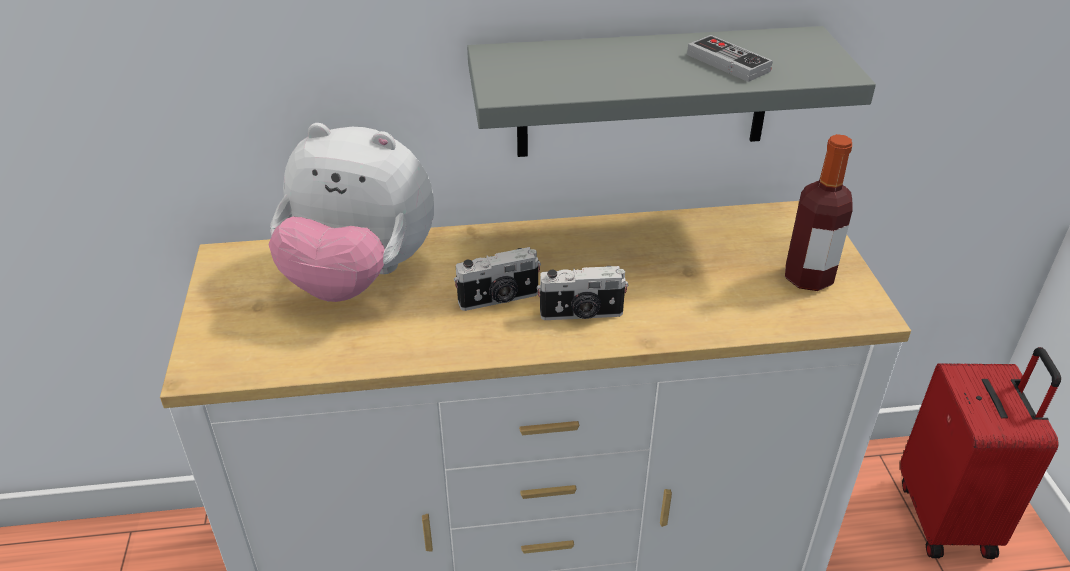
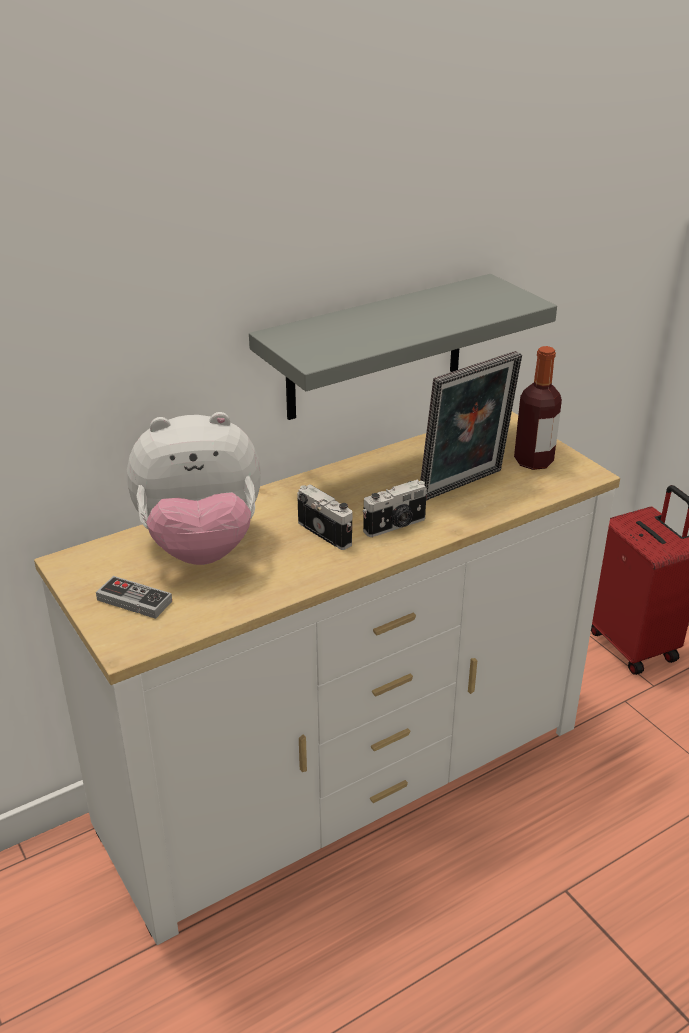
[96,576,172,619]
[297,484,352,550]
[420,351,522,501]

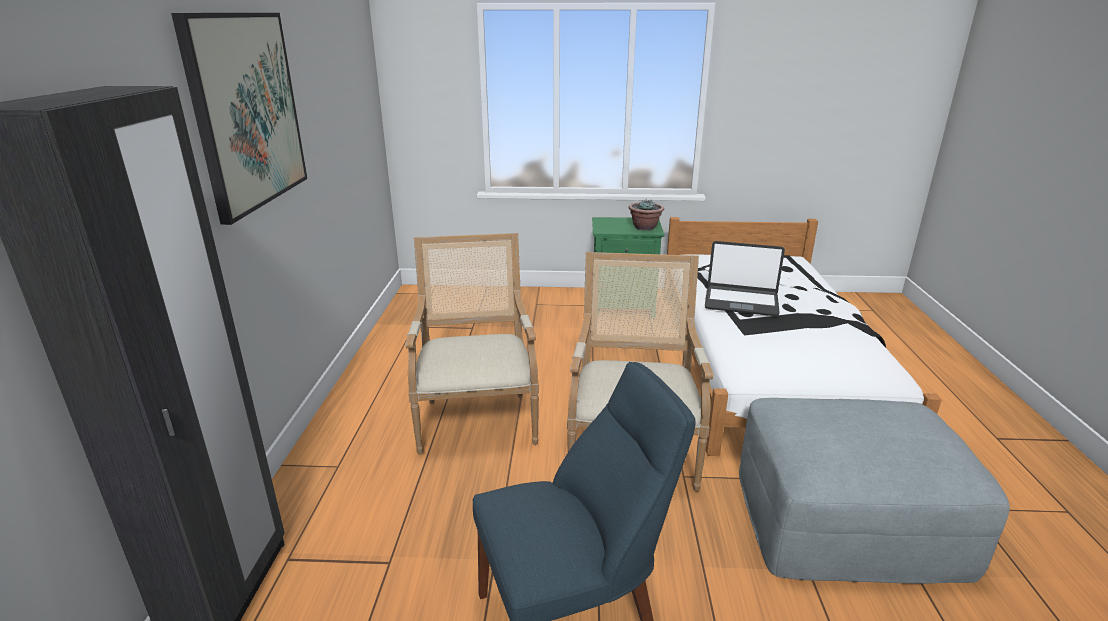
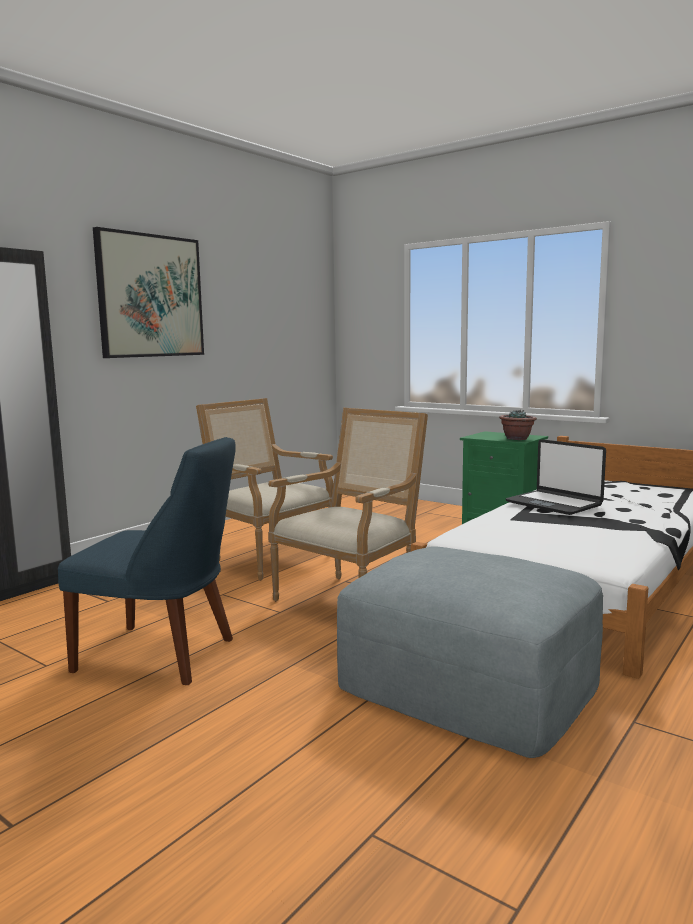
[196,398,334,581]

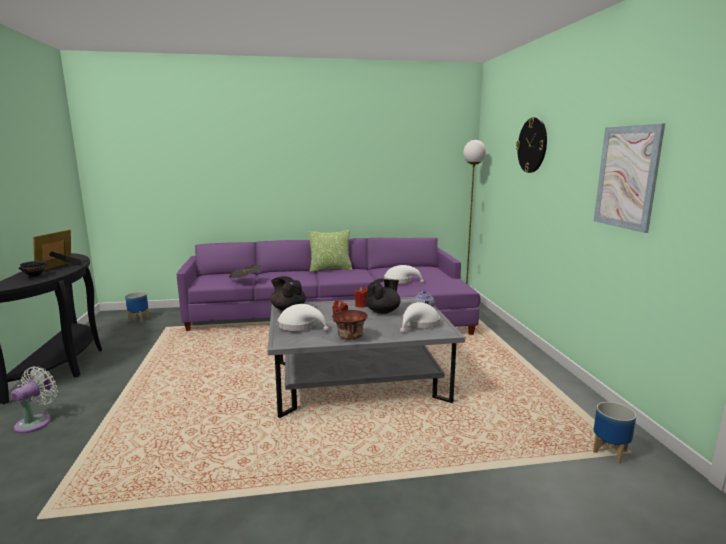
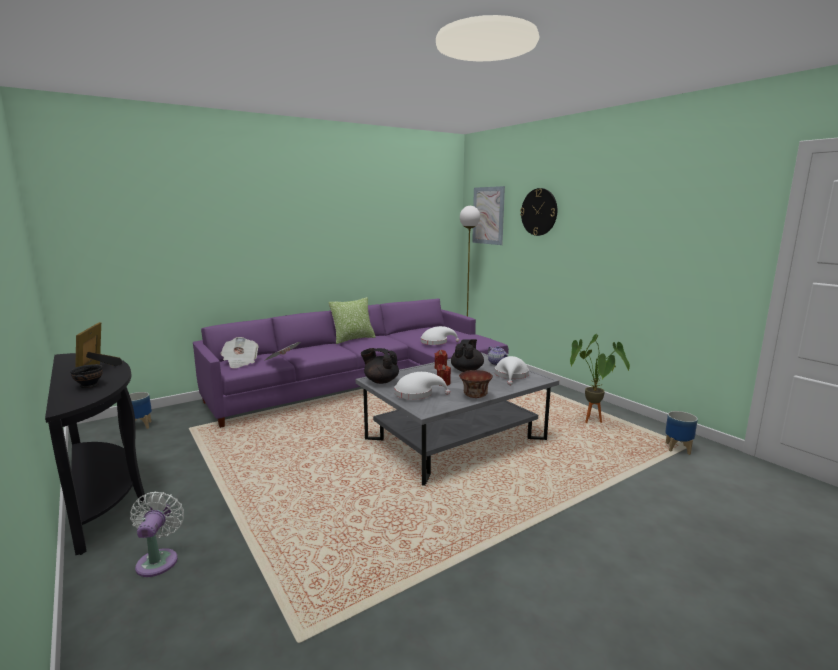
[472,186,505,245]
[570,334,630,423]
[221,337,259,368]

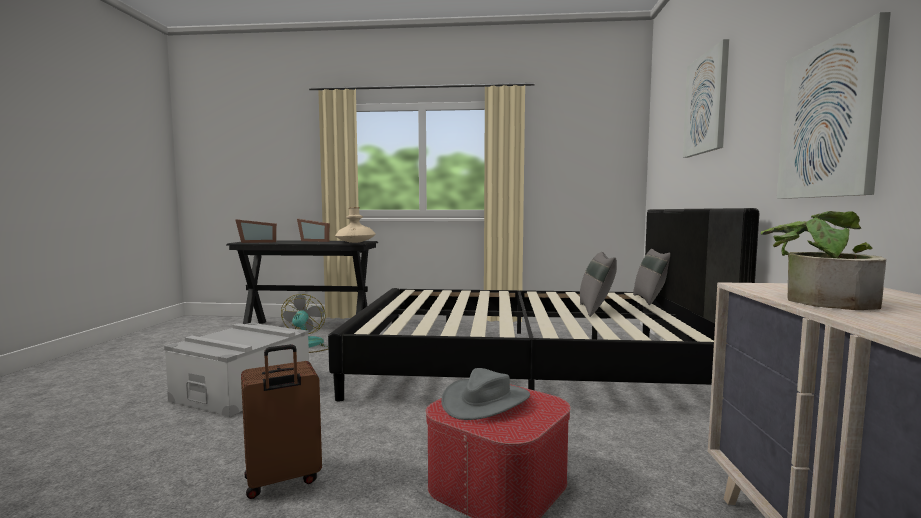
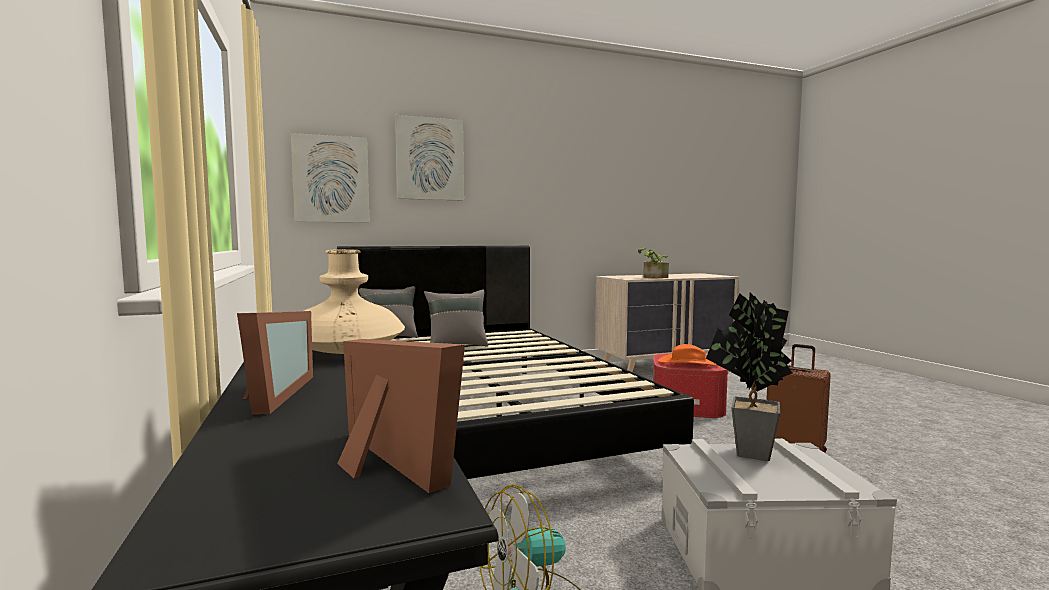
[291,133,370,222]
[658,344,719,366]
[706,292,792,461]

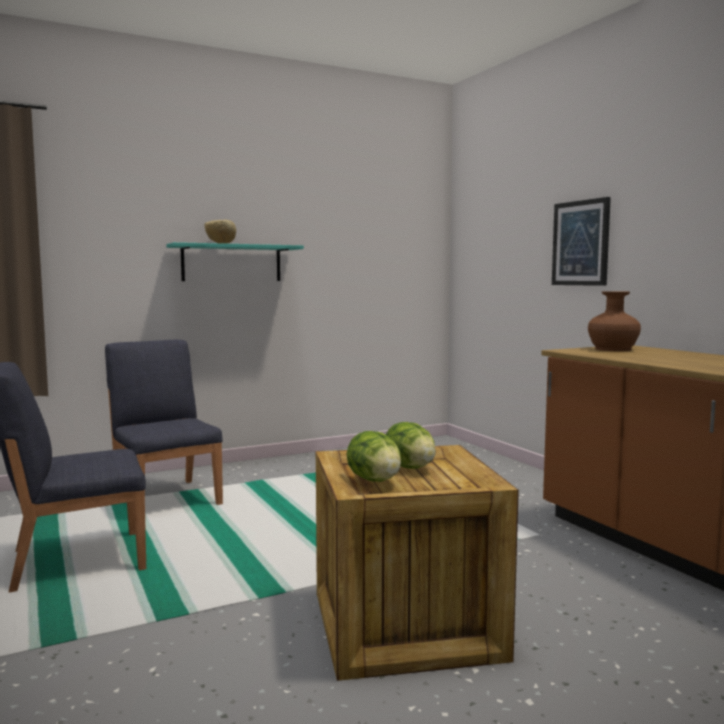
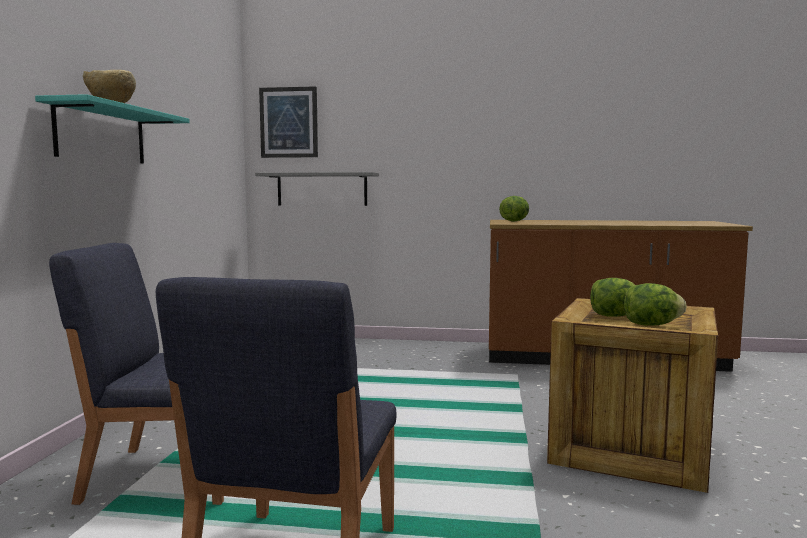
[259,86,318,158]
[499,196,529,222]
[255,172,379,206]

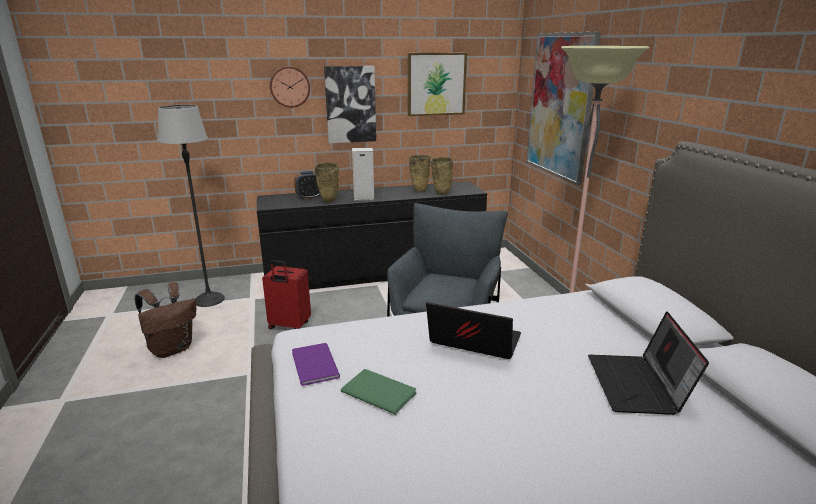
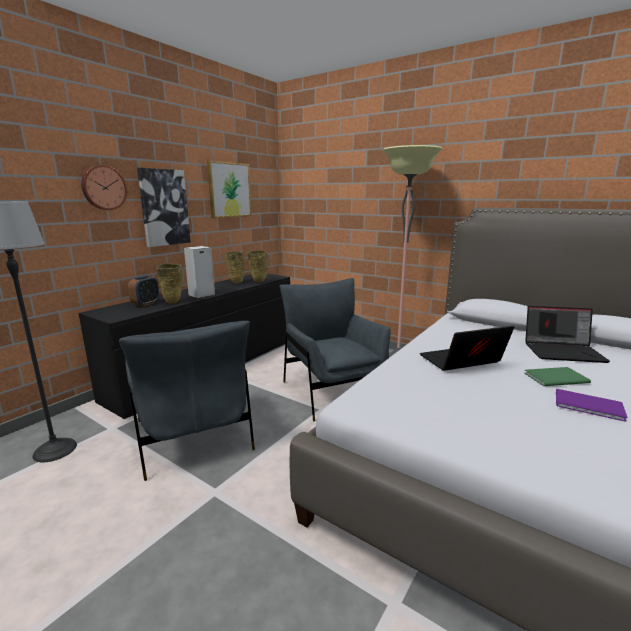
[526,32,601,186] (first image)
[119,321,255,481]
[135,282,196,358] (first image)
[525,306,610,363]
[556,389,627,422]
[524,367,591,386]

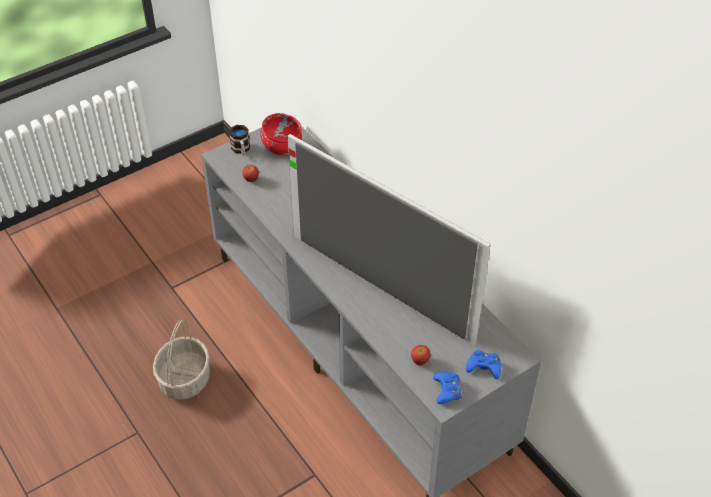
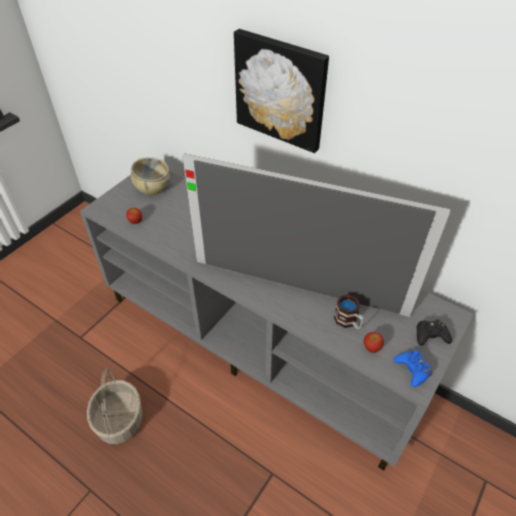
[131,157,170,195]
[334,294,364,330]
[417,320,452,346]
[234,29,329,153]

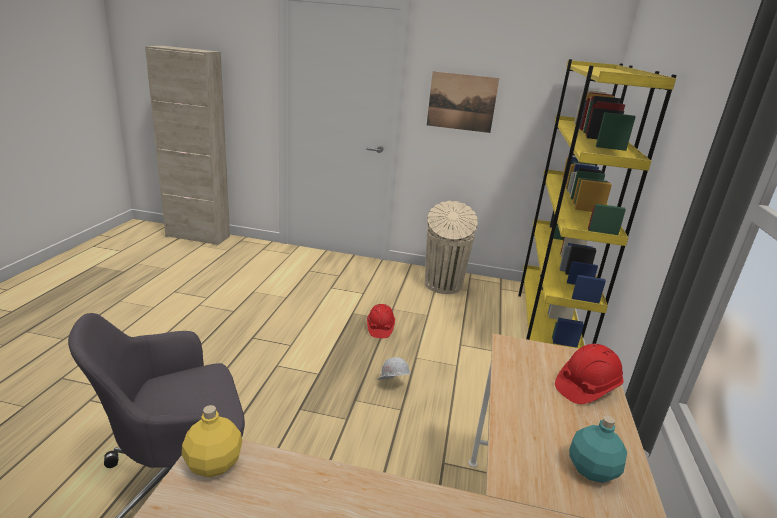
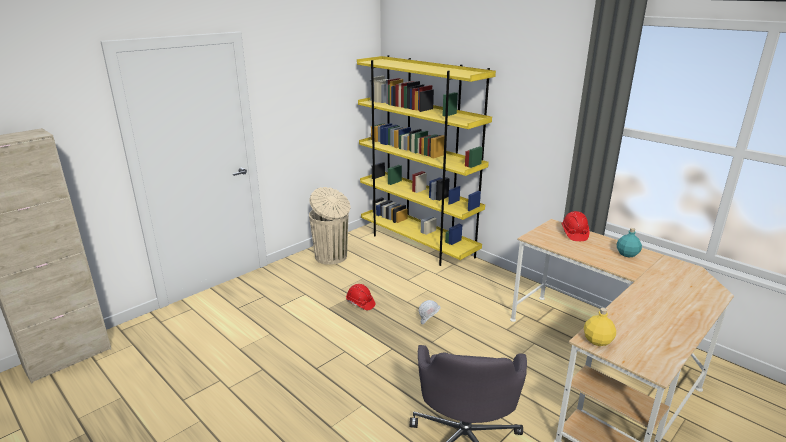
[427,71,499,133] (first image)

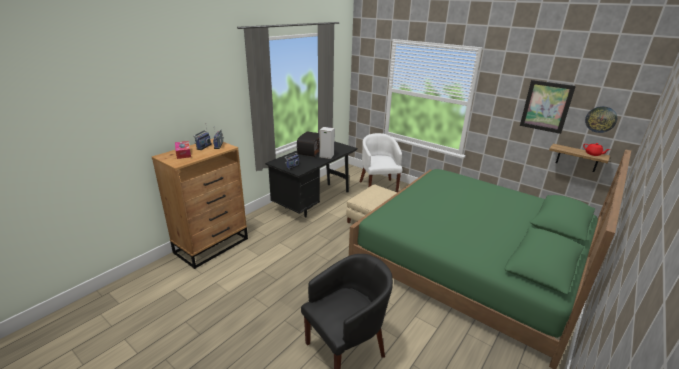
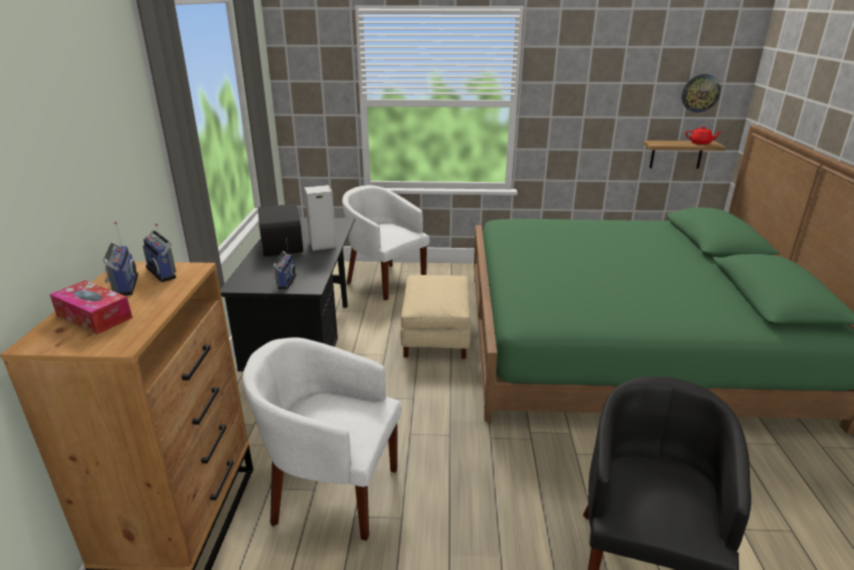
[520,80,576,134] (first image)
[242,337,402,541]

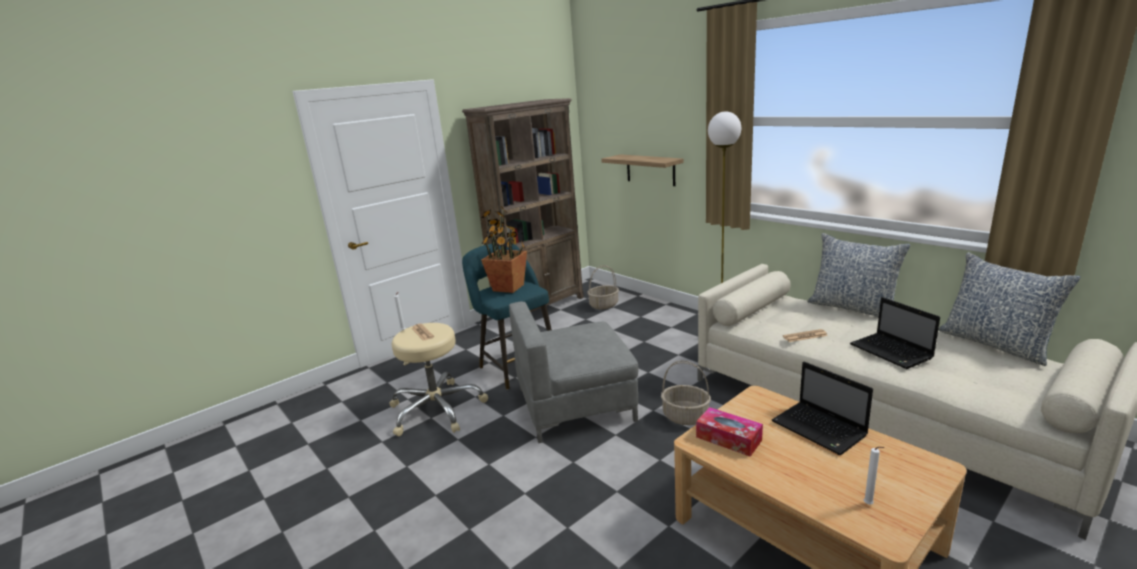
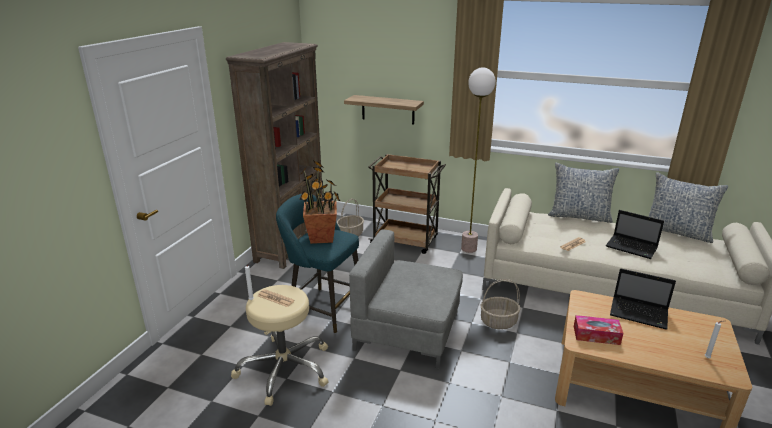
[349,230,463,369]
[368,154,446,254]

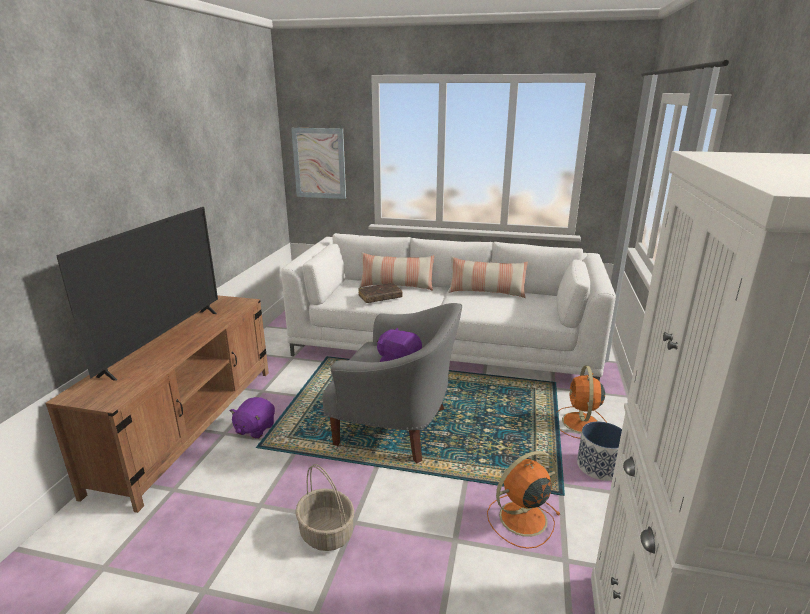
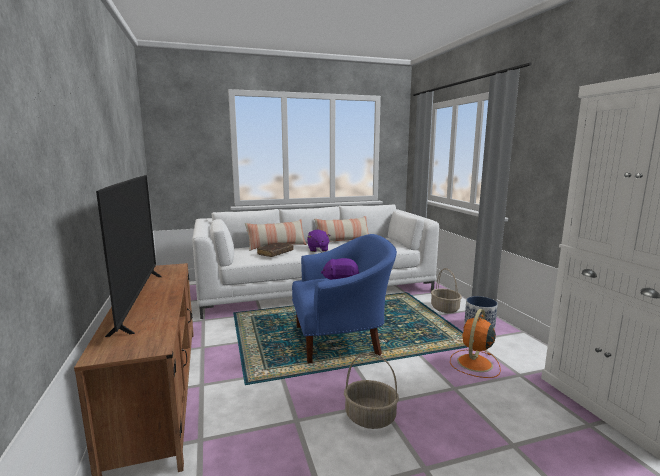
[291,128,346,199] (first image)
[292,234,397,363]
[431,268,462,313]
[307,230,331,252]

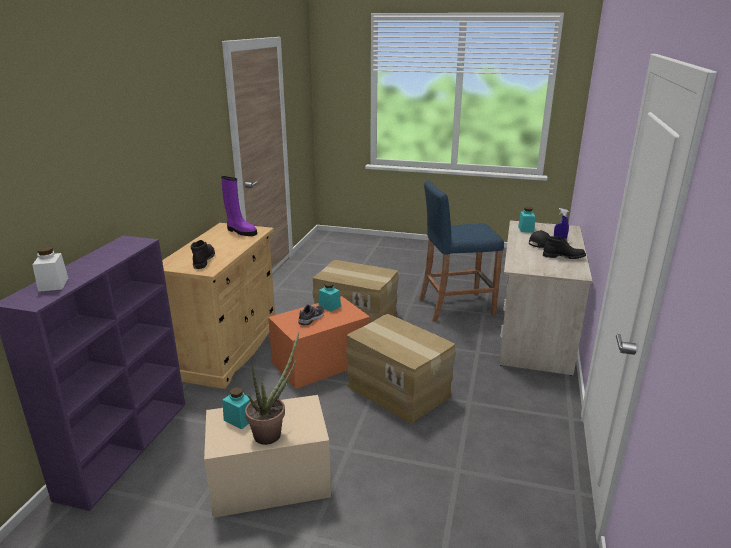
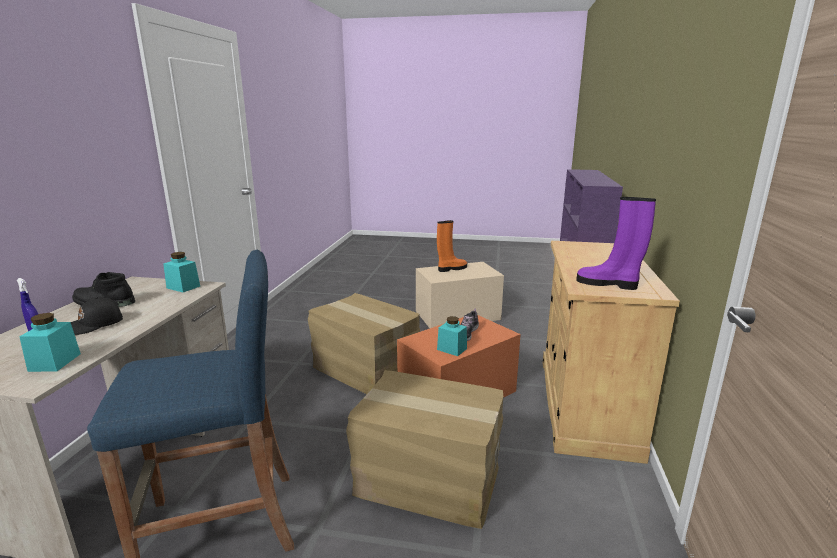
[191,240,215,269] (first image)
[32,246,68,292] (first image)
[437,220,467,272]
[163,252,200,292]

